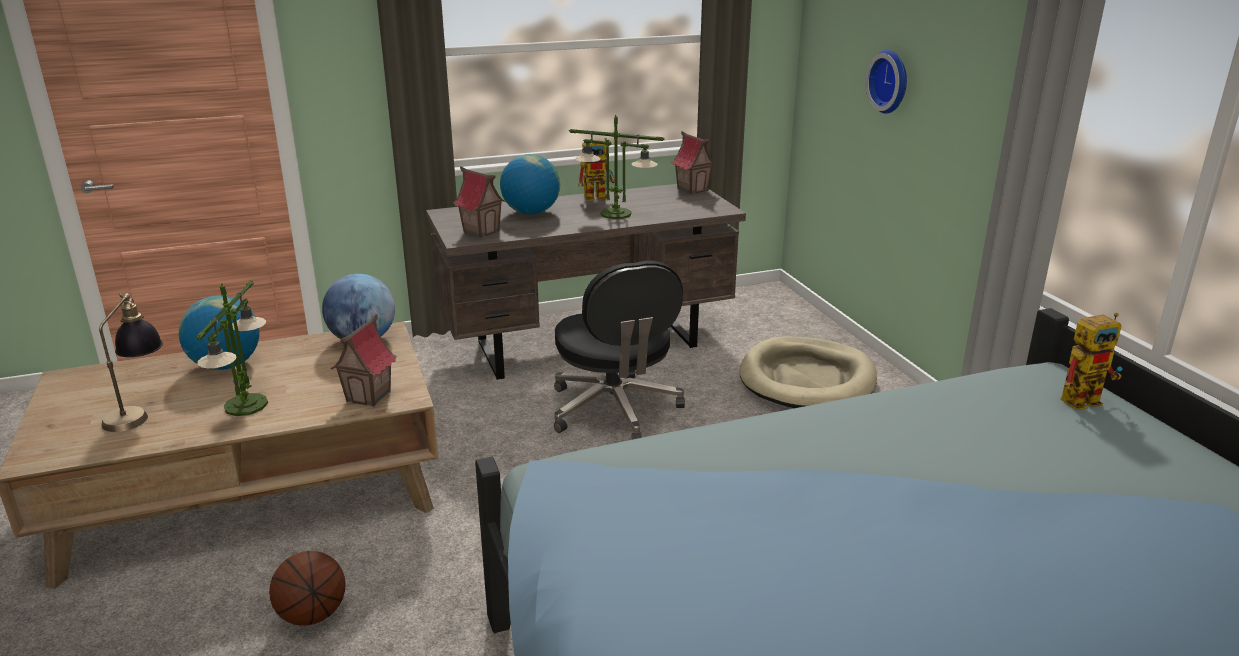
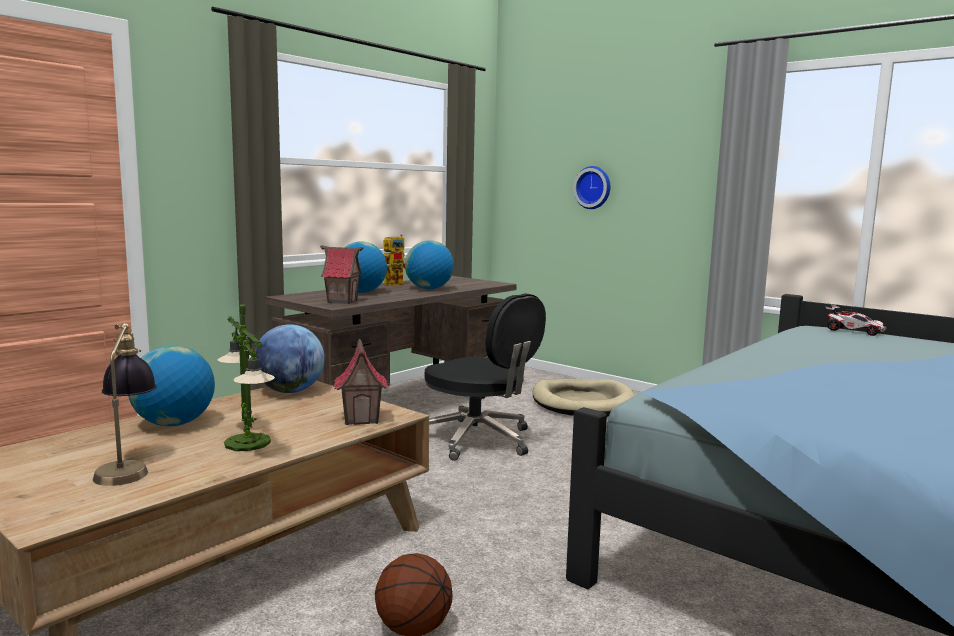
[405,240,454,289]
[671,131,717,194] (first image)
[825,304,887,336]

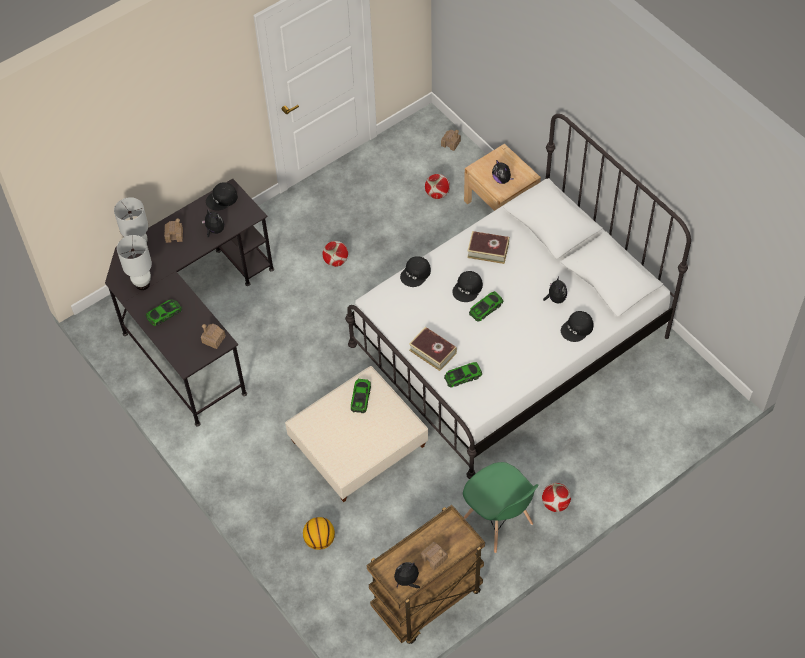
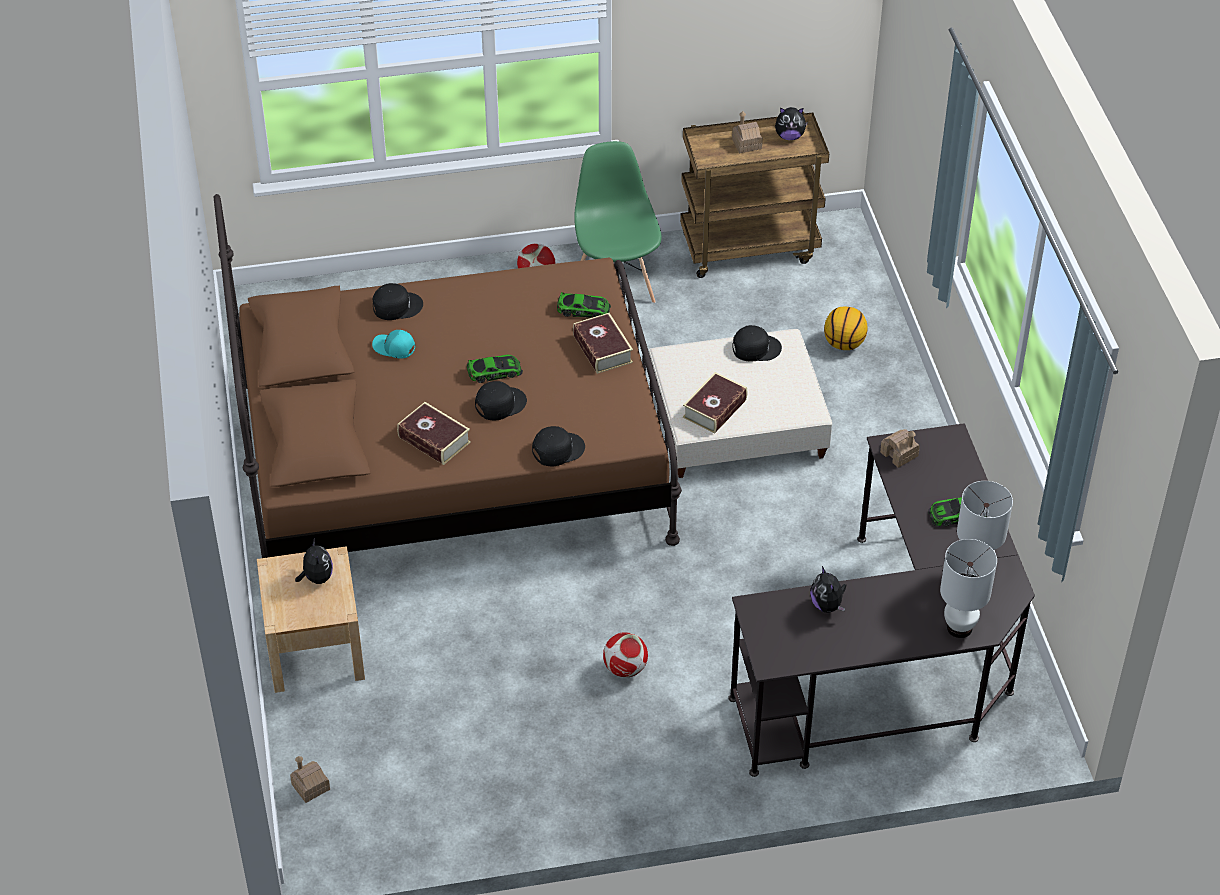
[214,194,682,558]
[425,174,450,199] (first image)
[733,325,782,362]
[164,219,183,243] (first image)
[372,330,416,359]
[683,372,747,434]

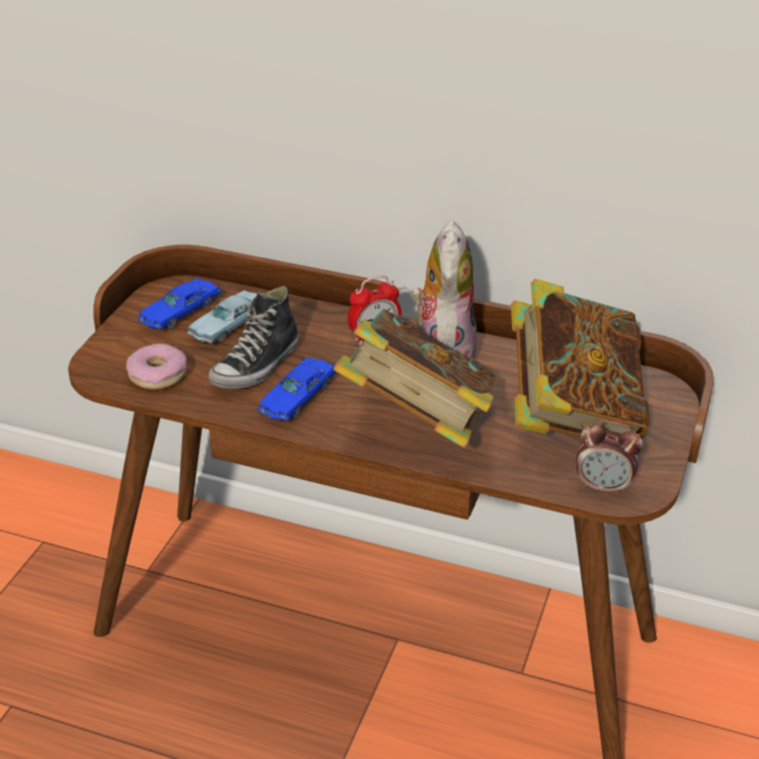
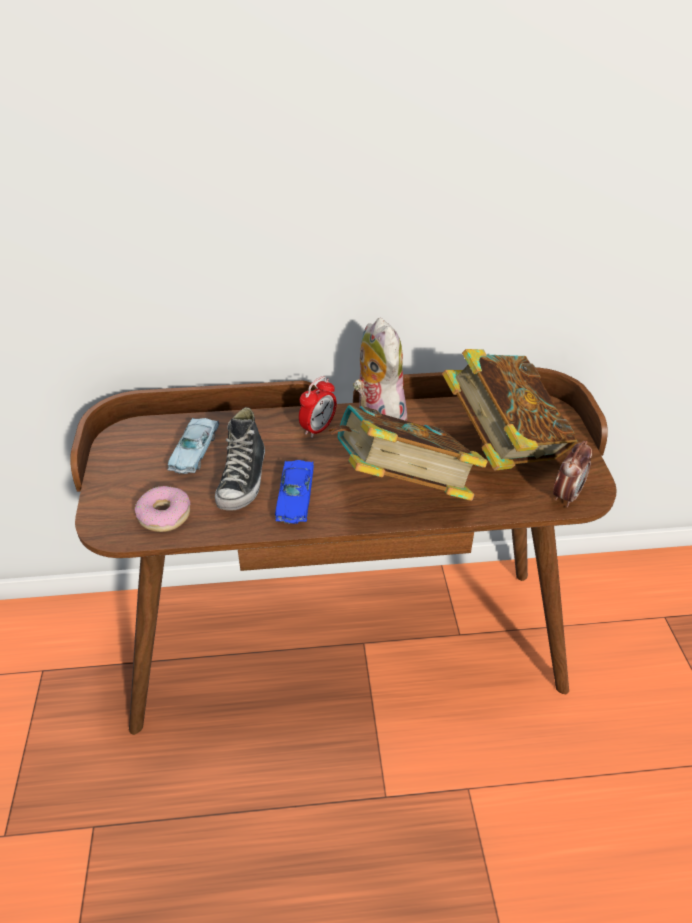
[137,278,223,330] (first image)
[553,441,593,508]

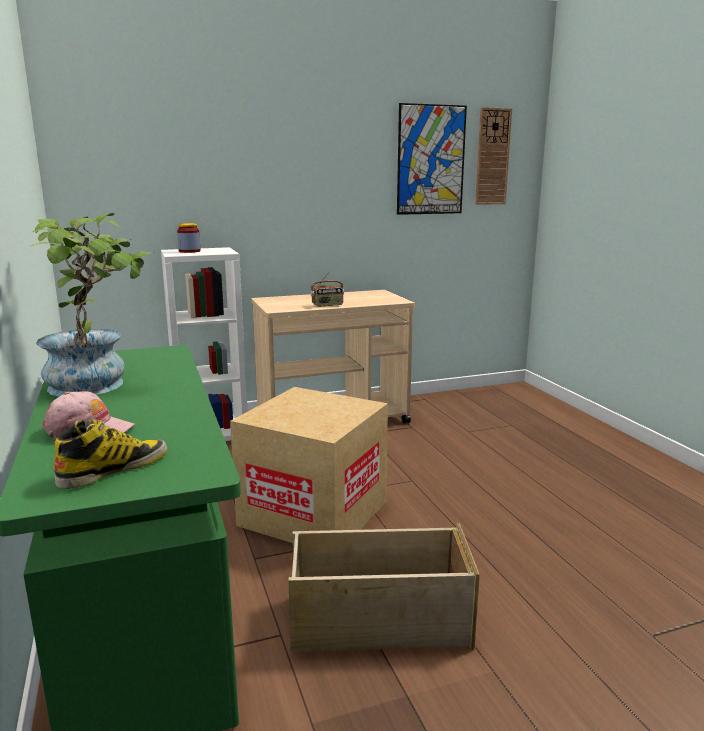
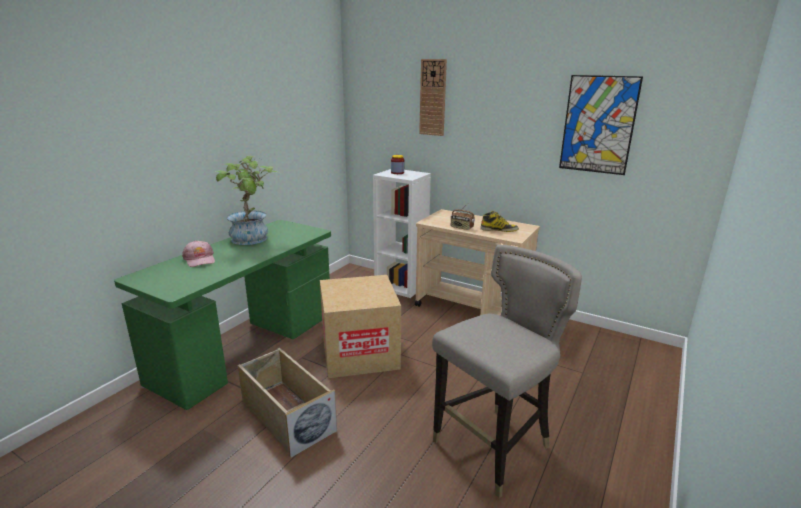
[419,59,447,136]
[480,211,519,232]
[432,245,582,498]

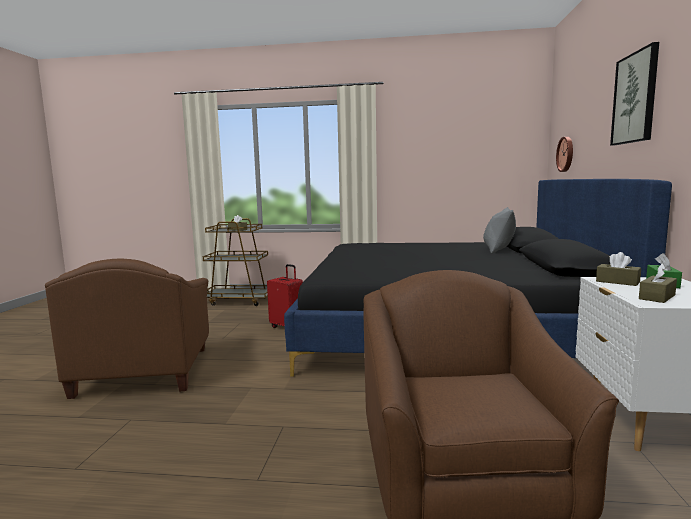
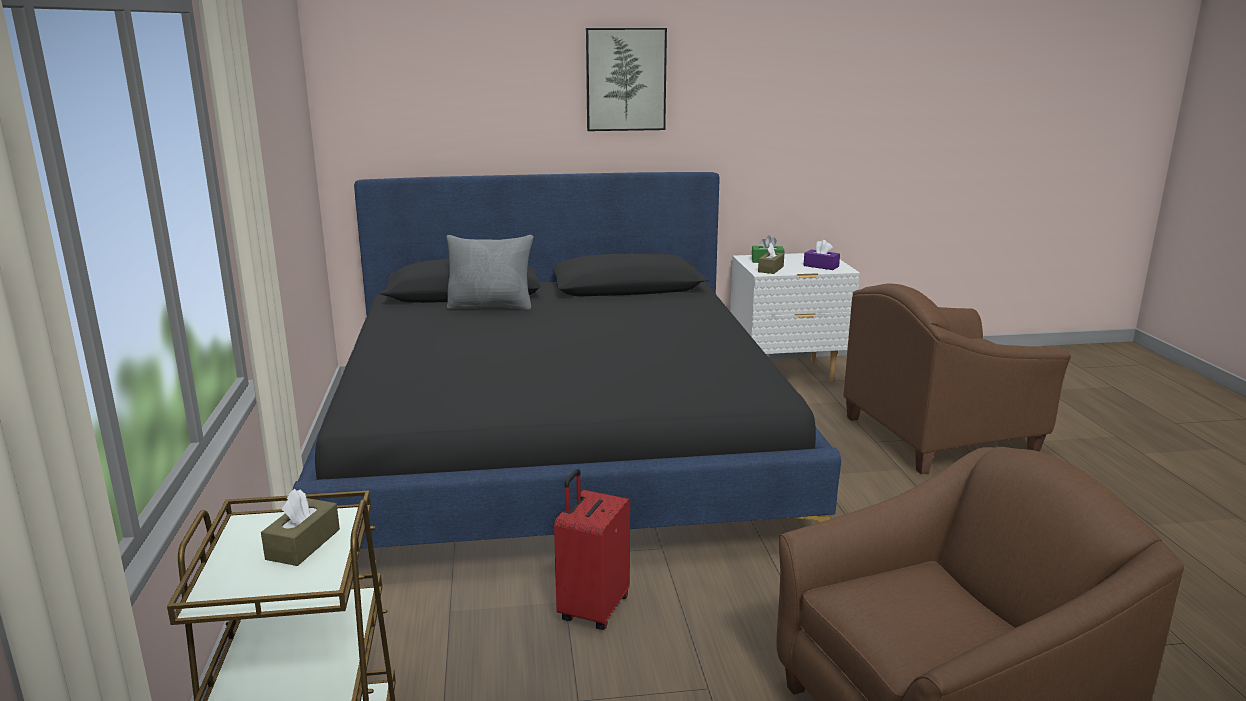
[556,137,573,172] (first image)
[804,240,840,270]

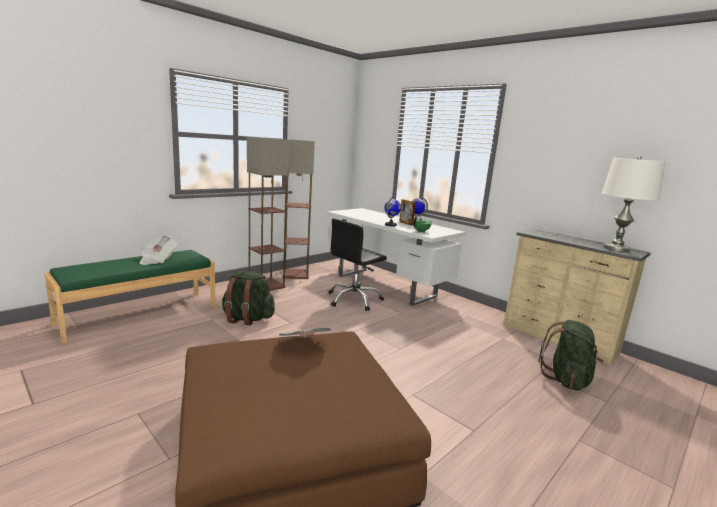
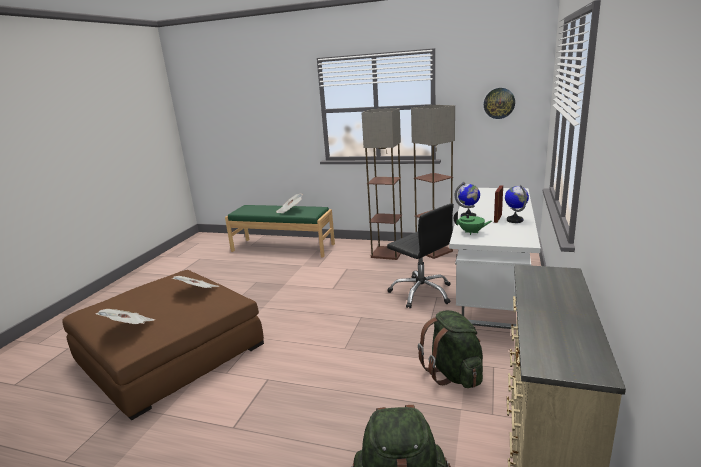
[602,156,665,252] (first image)
[387,203,454,309]
[418,310,483,388]
[484,88,515,119]
[95,309,156,324]

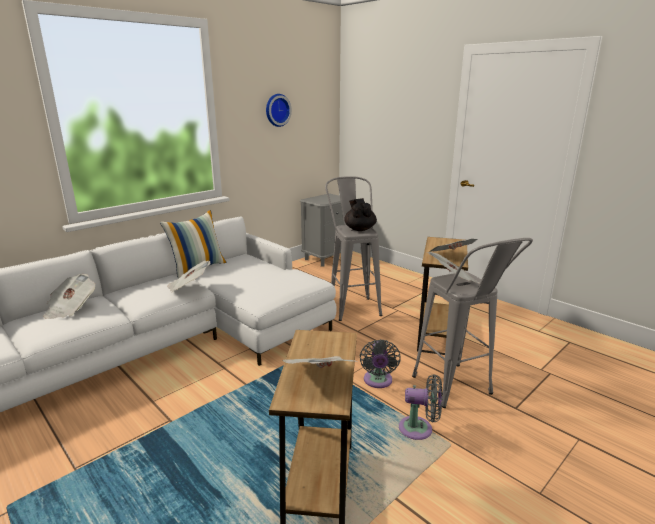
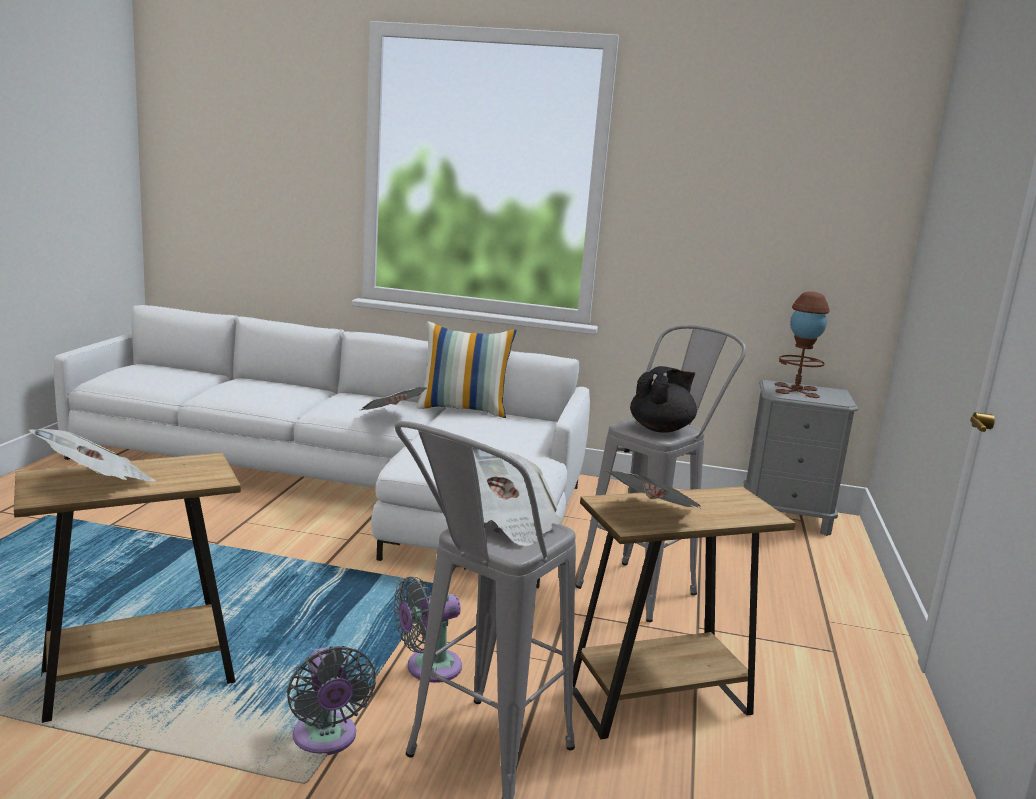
[266,94,292,127] (first image)
[43,274,95,319] (first image)
[775,291,830,398]

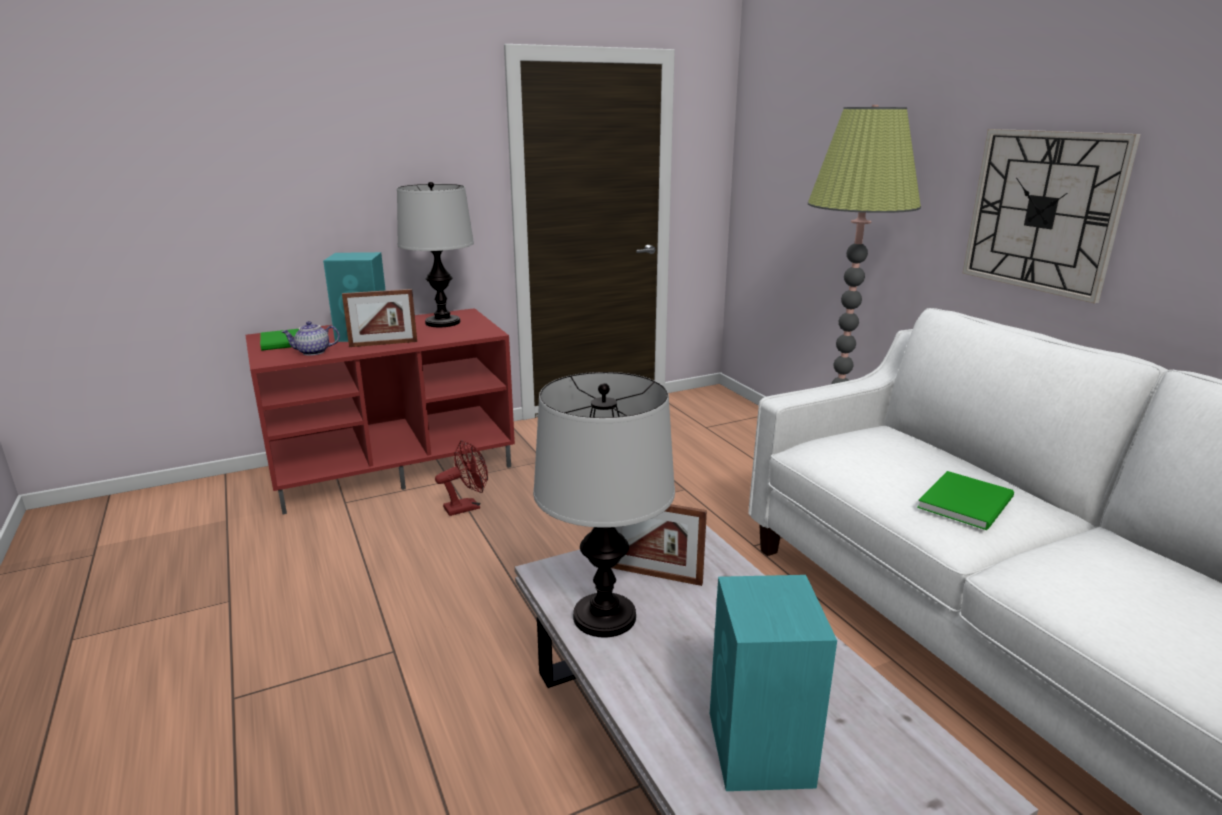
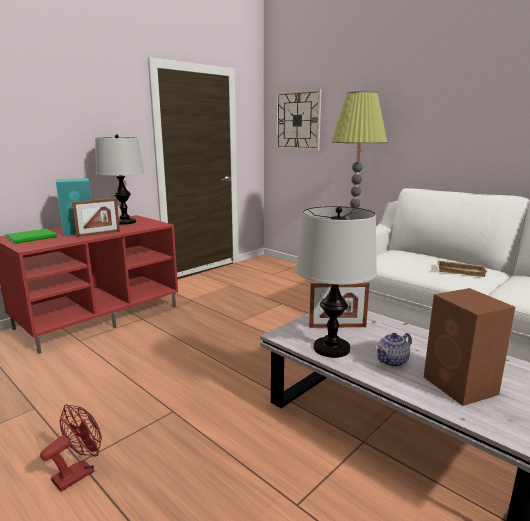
[276,89,322,150]
[375,333,412,367]
[40,405,102,492]
[437,260,487,277]
[424,288,515,406]

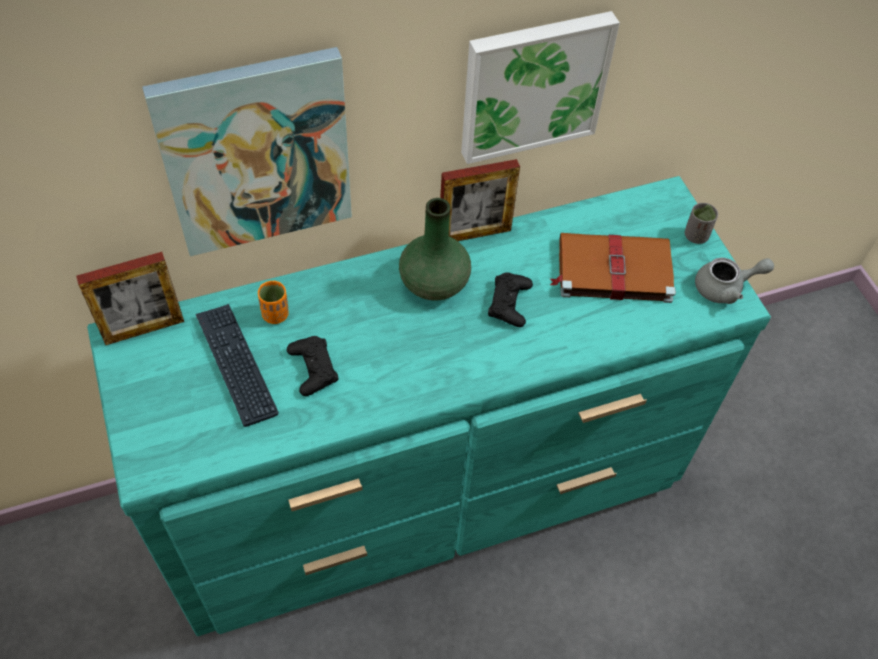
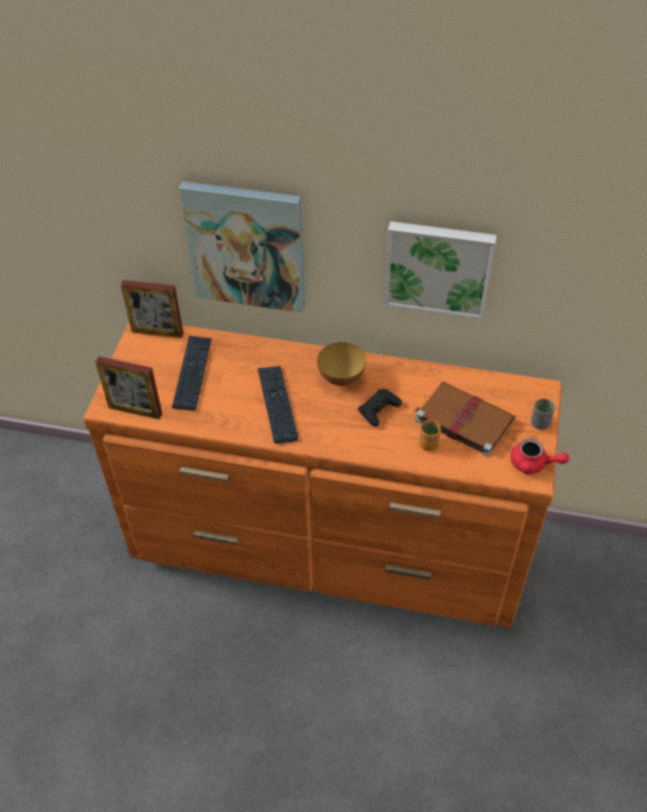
[96,356,162,420]
[83,322,562,627]
[317,342,366,386]
[511,439,569,474]
[419,420,441,451]
[287,336,338,396] (first image)
[257,366,299,444]

